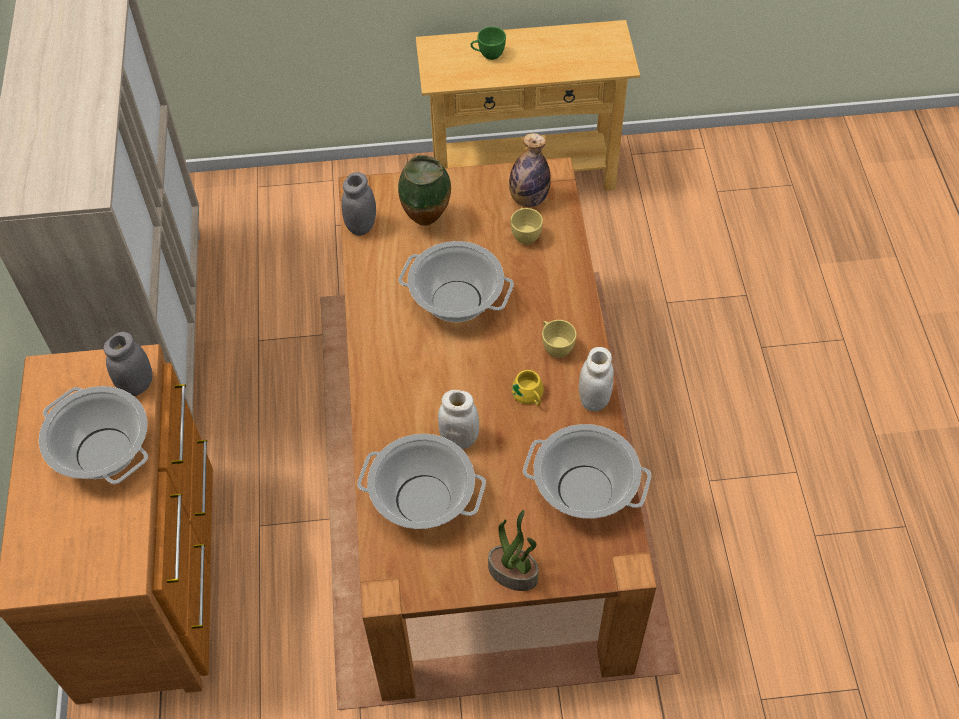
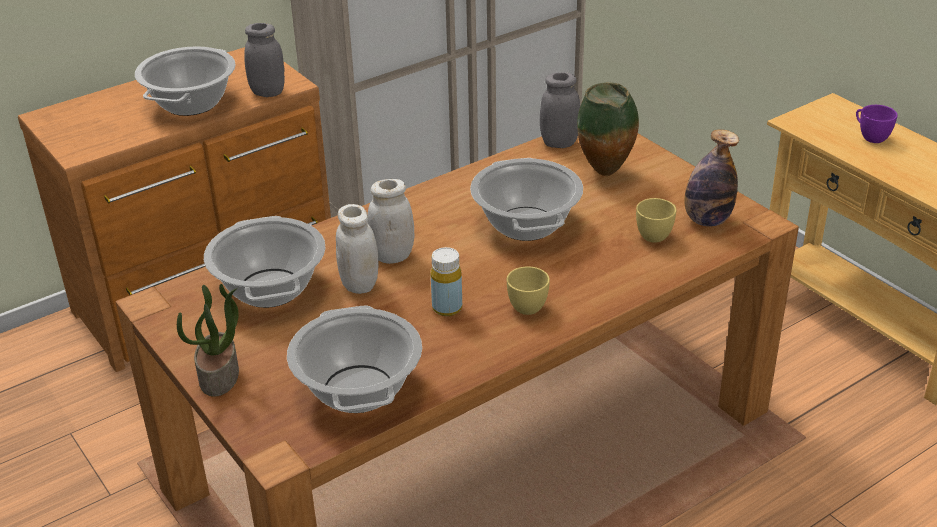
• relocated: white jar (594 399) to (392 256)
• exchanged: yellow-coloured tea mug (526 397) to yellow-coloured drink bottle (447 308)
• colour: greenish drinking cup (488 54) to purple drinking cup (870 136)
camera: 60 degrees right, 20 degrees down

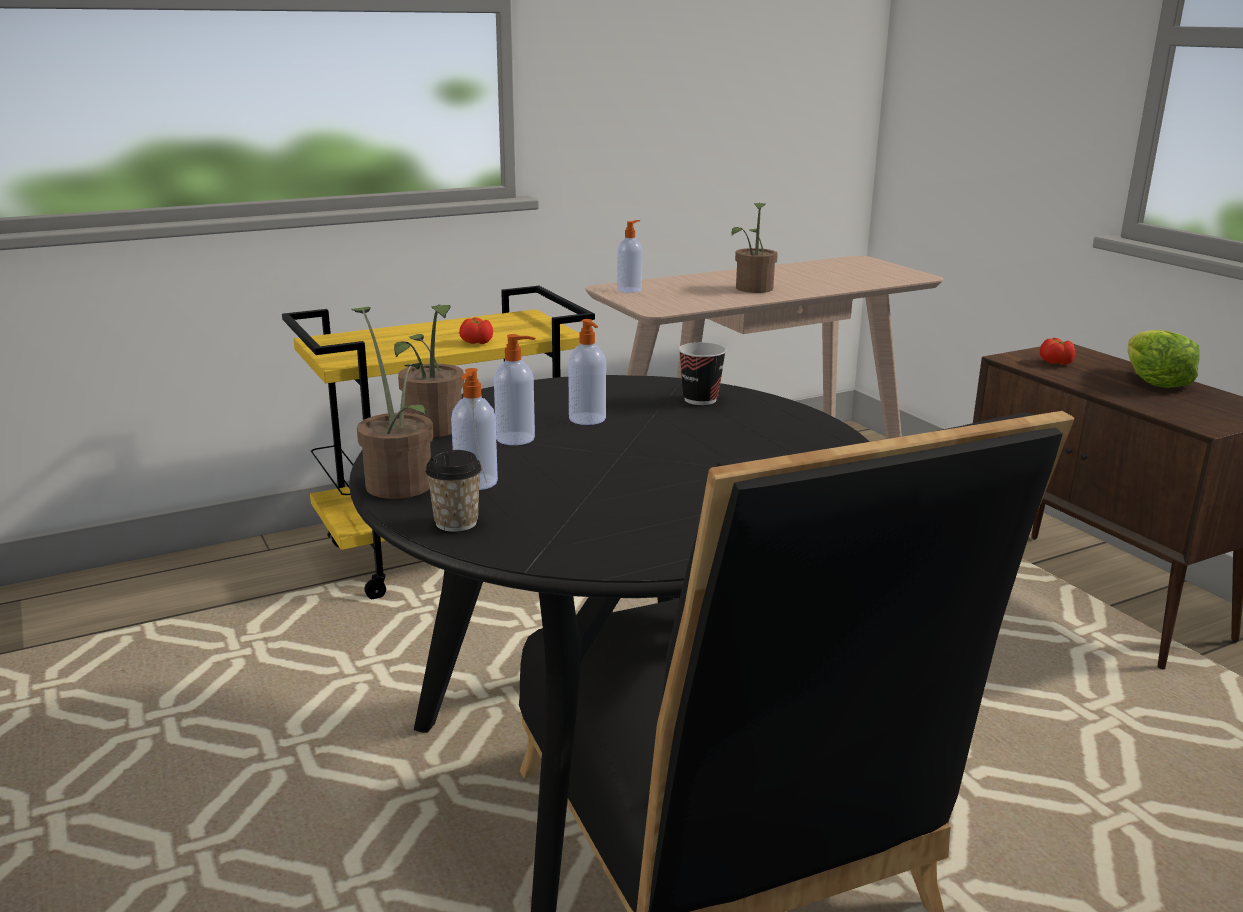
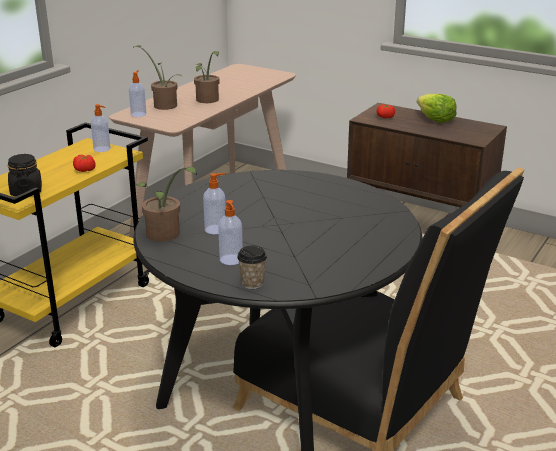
• missing: drinking cup (700 399)
• appeared: black jar (26 191)
• relocated: houseplant (398 481) to (163 105)
• relocated: liquid soap bottle (588 419) to (102 149)
camera: 30 degrees left, 5 degrees up

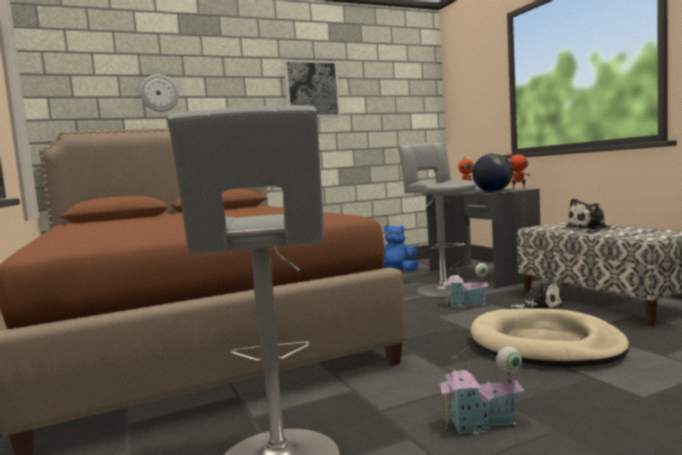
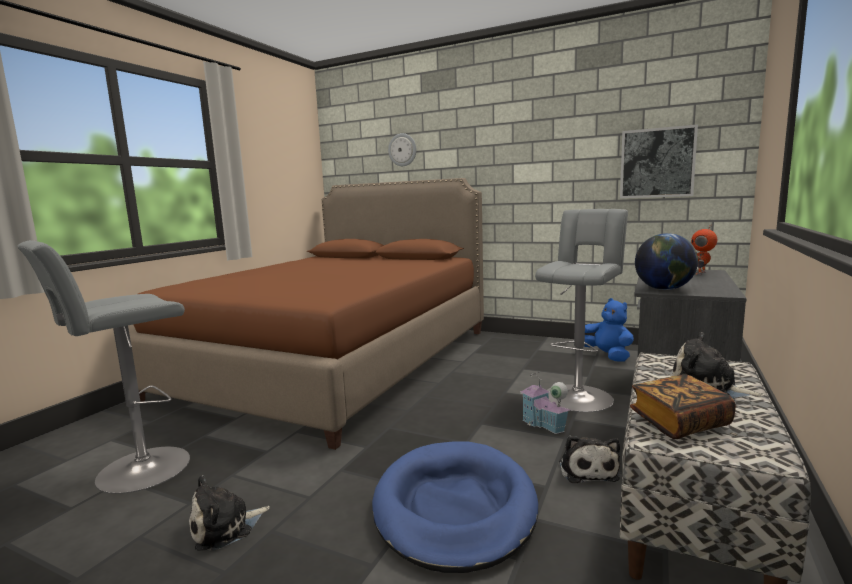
• missing: robot figure (519 189)
• appeared: book (679 423)
• relocated: wall art (312 89) to (657 163)
• exchanged: model house (482 423) to soft toy (225 527)
• colour: sand-coloured dog cushion (544 344) to blue-coloured dog cushion (454 508)
camera: 50 degrees right, 5 degrees up

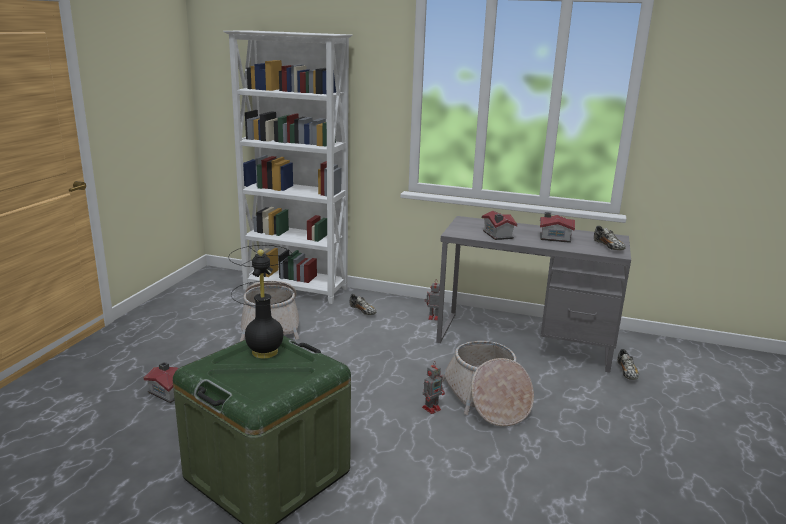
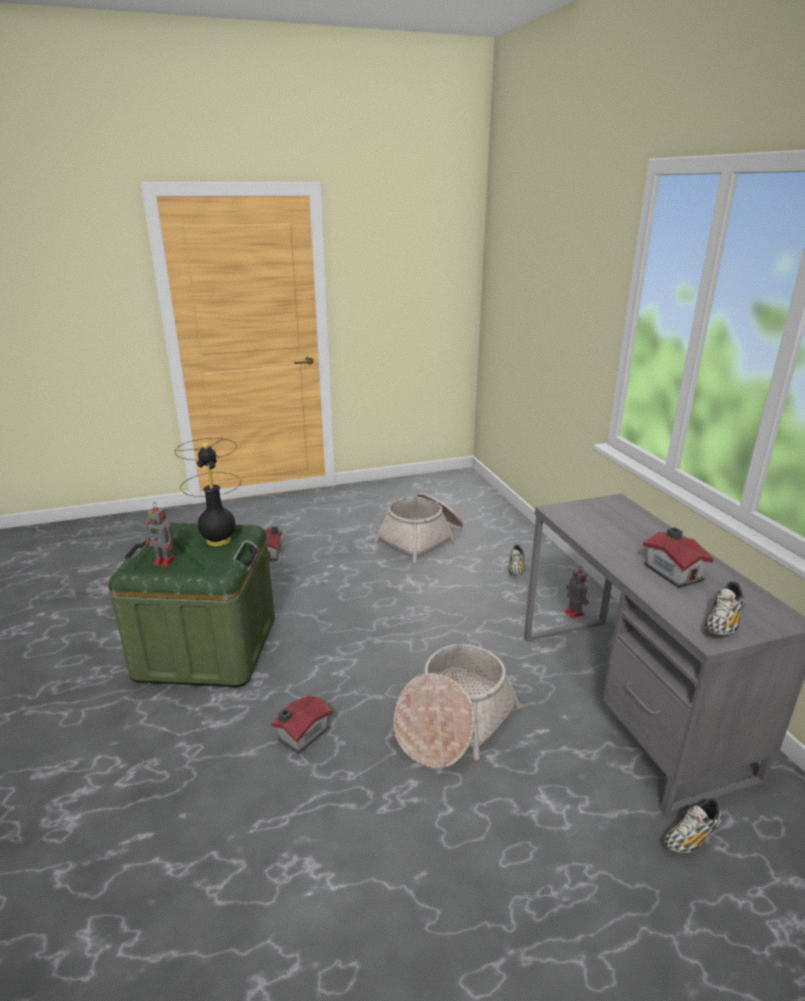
• missing: white bookcase (296 289)
• relocated: robot figure (432 408) to (166 561)
• relocated: model house (497 235) to (301 734)
camera: 55 degrees right, 5 degrees up

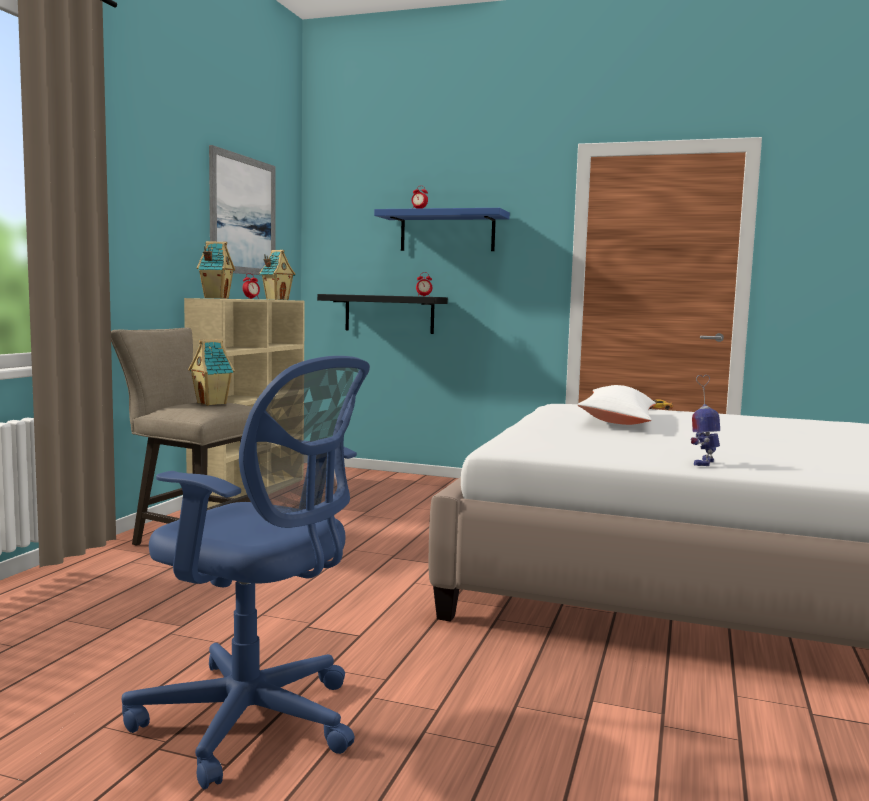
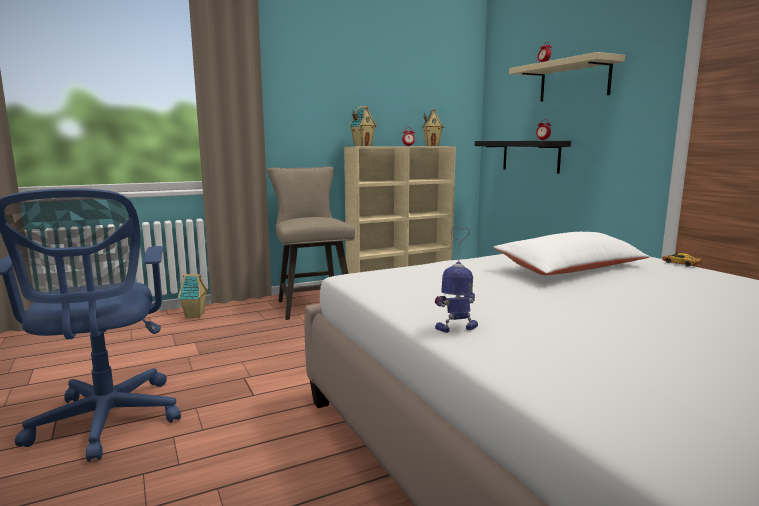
• missing: wall art (243 215)
• relocated: model house (212 403) to (195 316)
• colour: blue-coloured wall shelf (447 232) to sand-coloured wall shelf (574 81)
camera: 45 degrees right, 5 degrees up

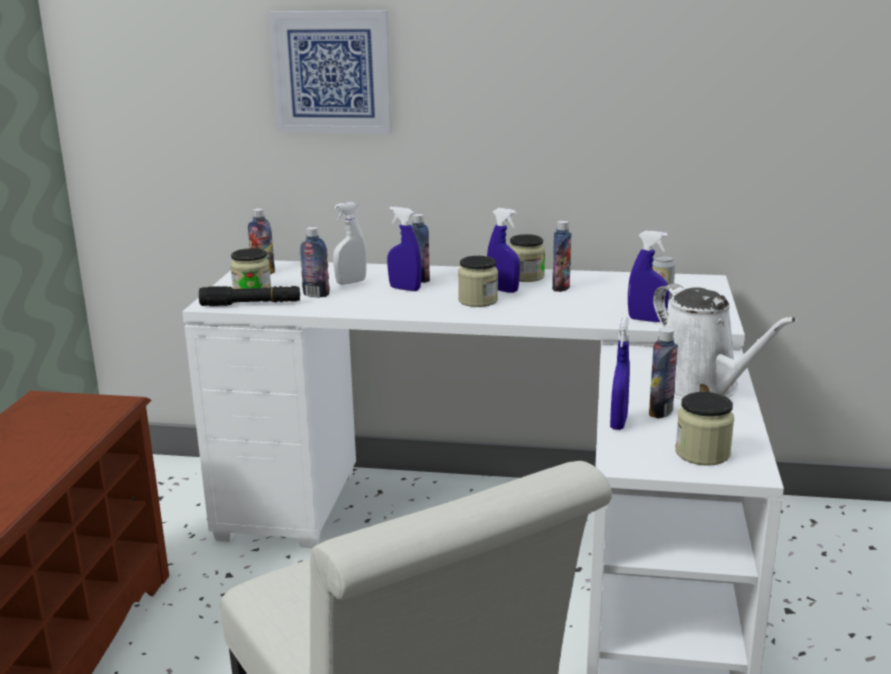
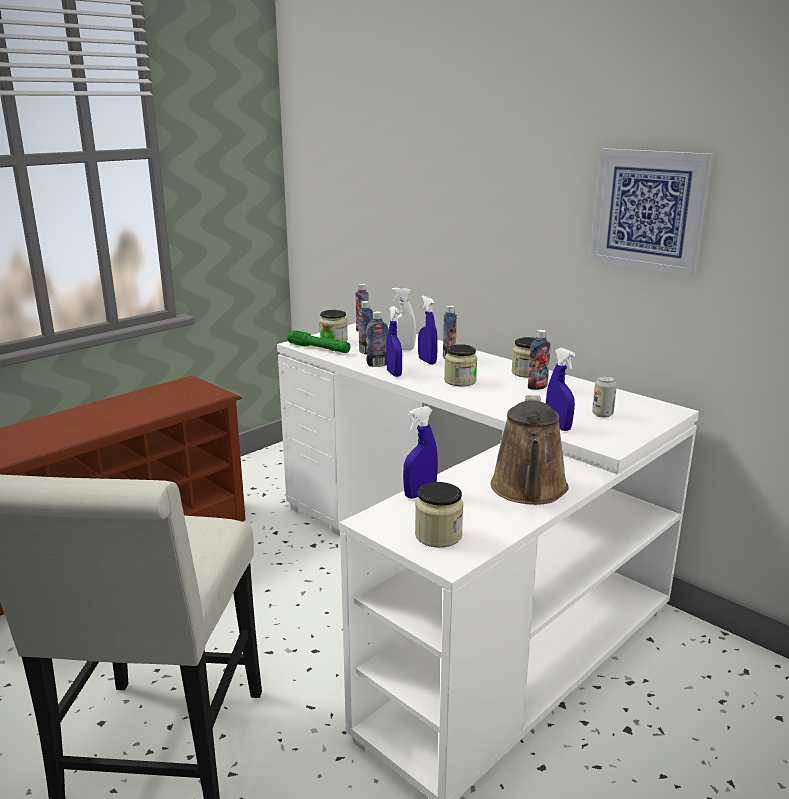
• relocated: wall art (332 72) to (649 210)
• relocated: blue-coloured hand sprayer (503 290) to (394 373)
• relocated: drink bottle (660 412) to (377 364)
• colour: black hand torch (251 304) to greenish hand torch (319 348)
• colour: white sprinkling can (701 387) to brownish sprinkling can (529 490)
camera: 35 degrees right, 0 degrees up

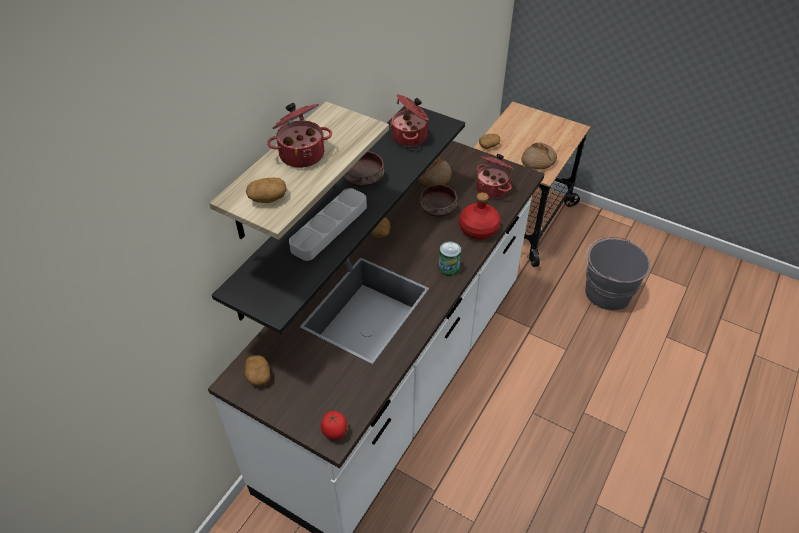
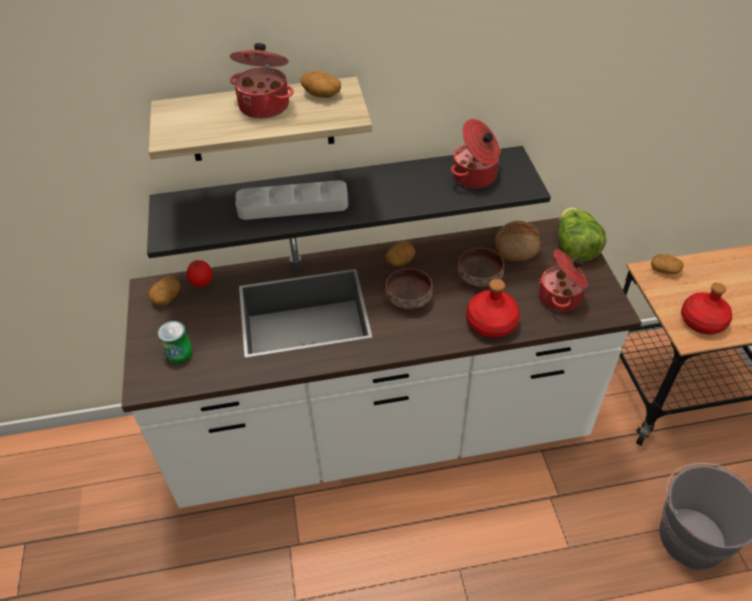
• appeared: lettuce (574 248)
• relocated: potato (267 198) to (321 94)
• relocated: fresh tomato (335 432) to (201 283)
• relocated: brownish serving bowl (364 179) to (408 300)
• relocated: metal can (448 268) to (179 353)
• exchanged: bread (538 161) to red drink bottle (702 321)
camera: 50 degrees right, 0 degrees up

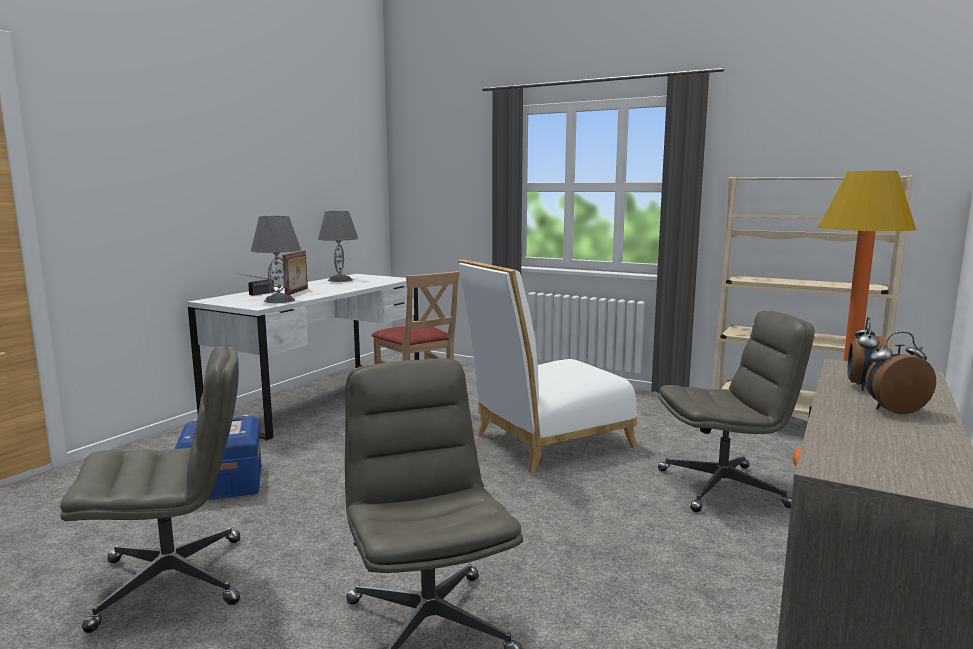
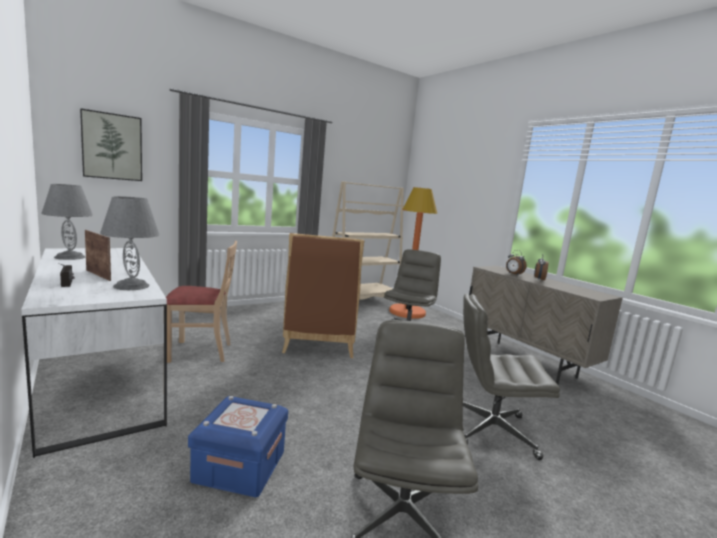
• appeared: wall art (112 146)
• colour: white upright chair (545 443) to brownish upright chair (319 342)
camera: 65 degrees left, 0 degrees up

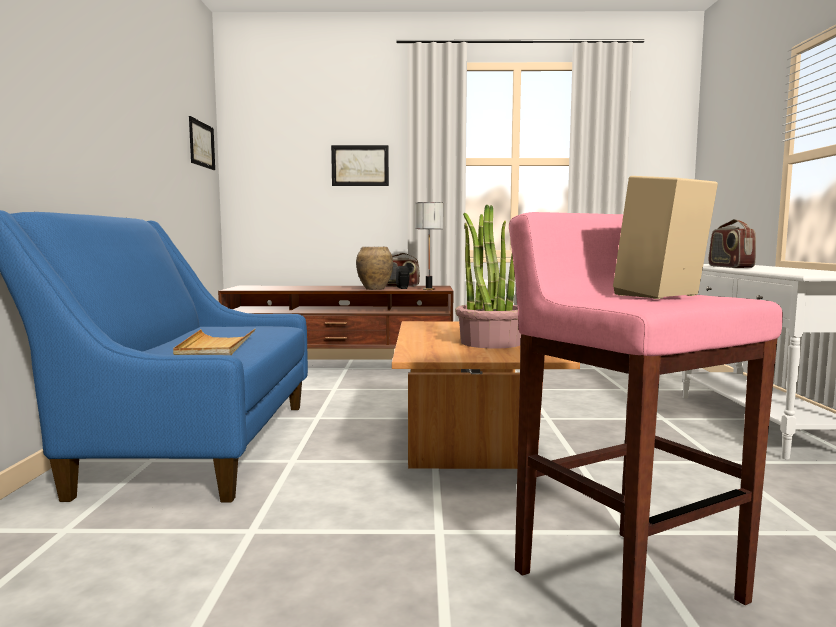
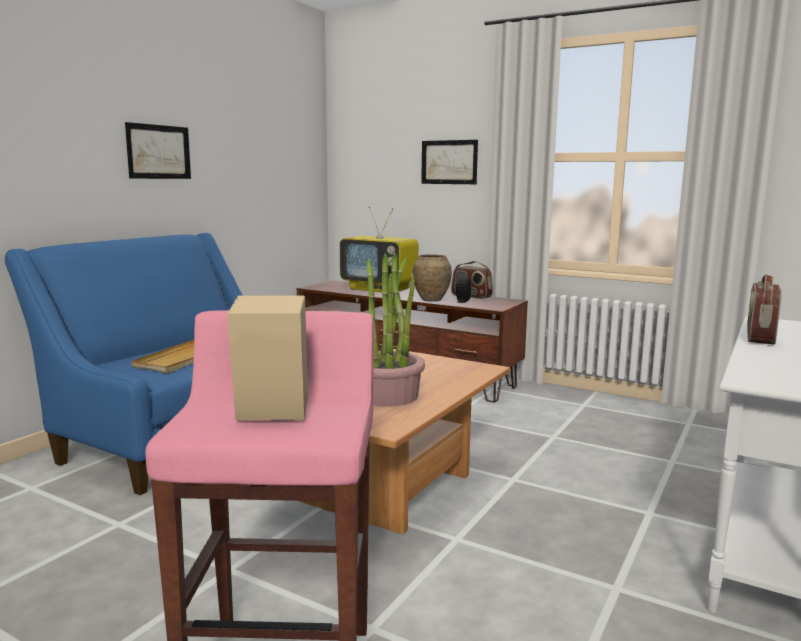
• missing: table lamp (429 289)
• appeared: television (380 289)
• relocated: wall art (201 144) to (159 152)
camera: 30 degrees right, 5 degrees up

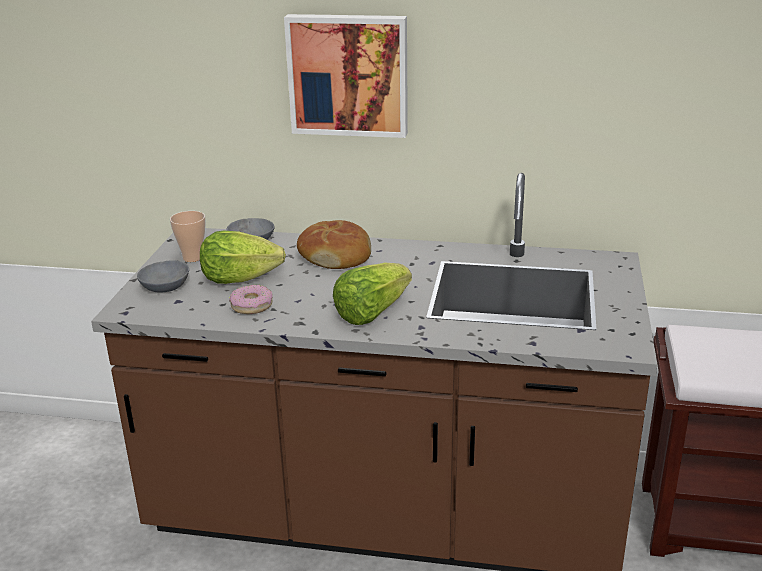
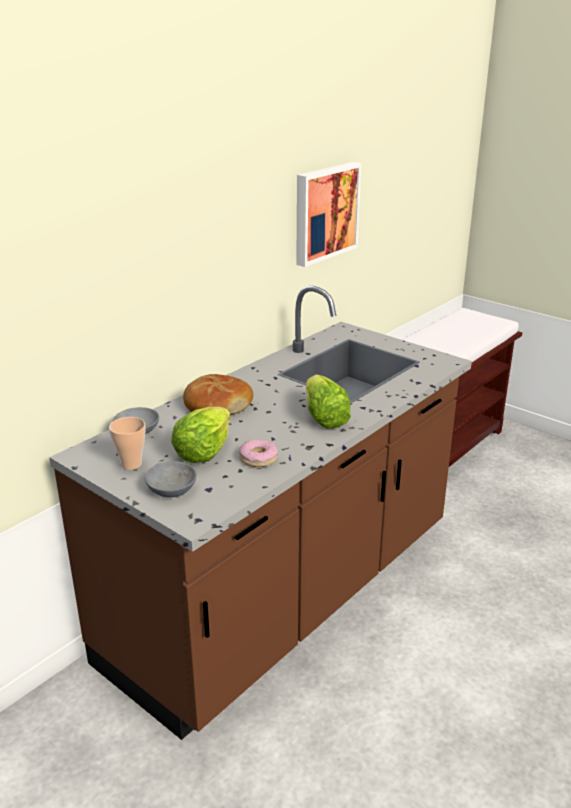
• relocated: wall art (348 74) to (324 212)
camera: 60 degrees left, 0 degrees up

